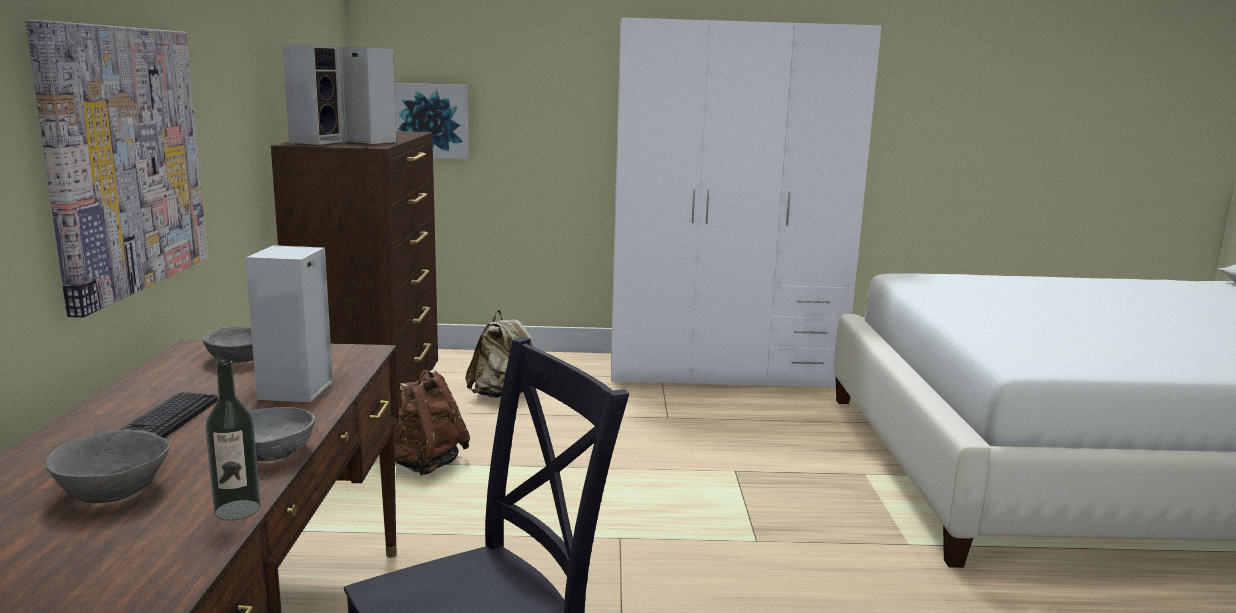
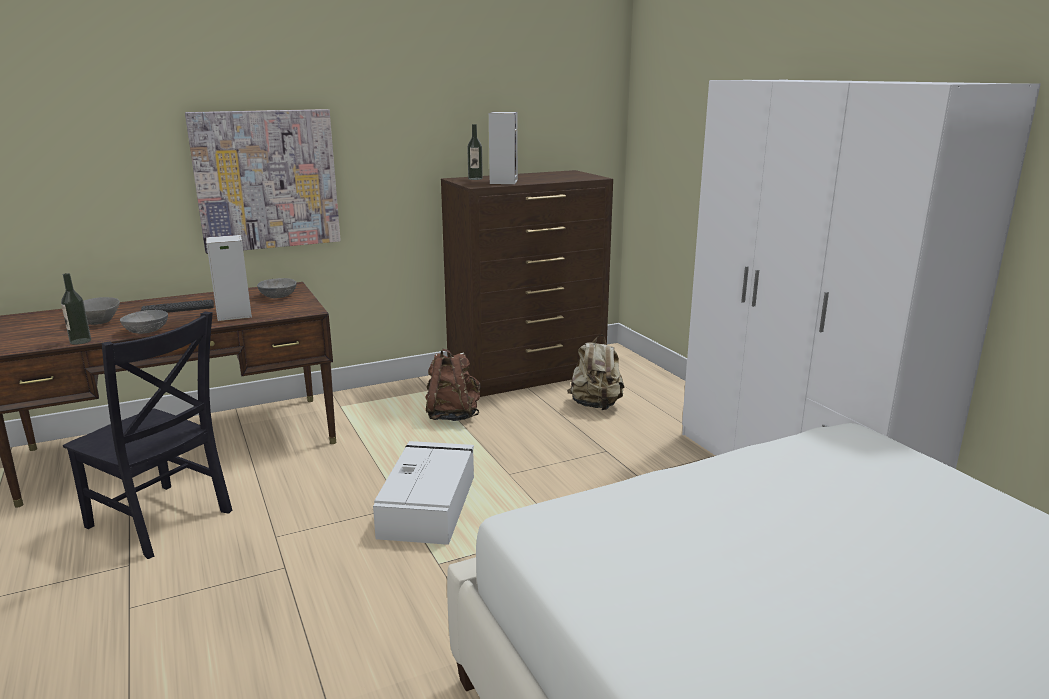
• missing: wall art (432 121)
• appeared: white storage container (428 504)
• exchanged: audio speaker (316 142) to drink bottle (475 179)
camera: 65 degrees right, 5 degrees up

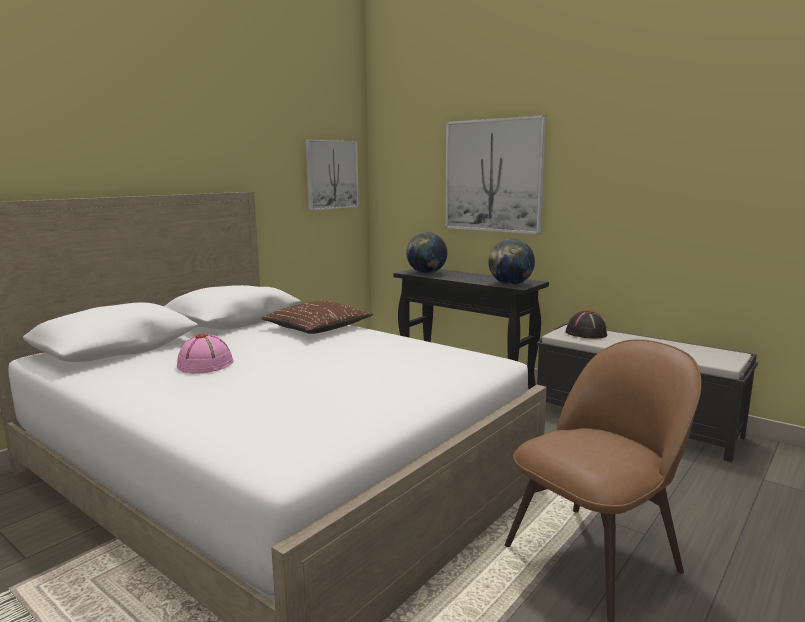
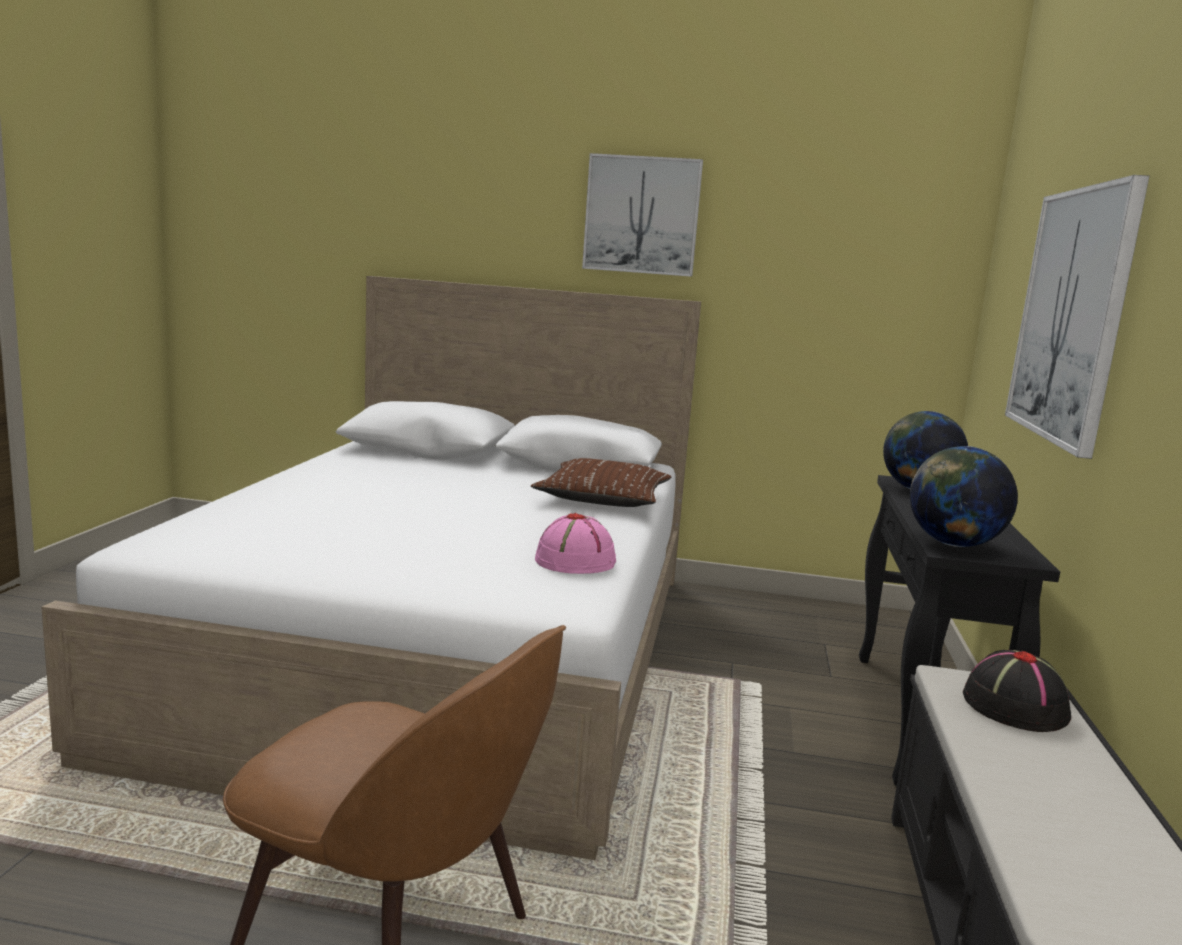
• relocated: pink clothing hat (206 364) to (576 561)
• relocated: wall art (331 175) to (642 215)
camera: 60 degrees right, 0 degrees up

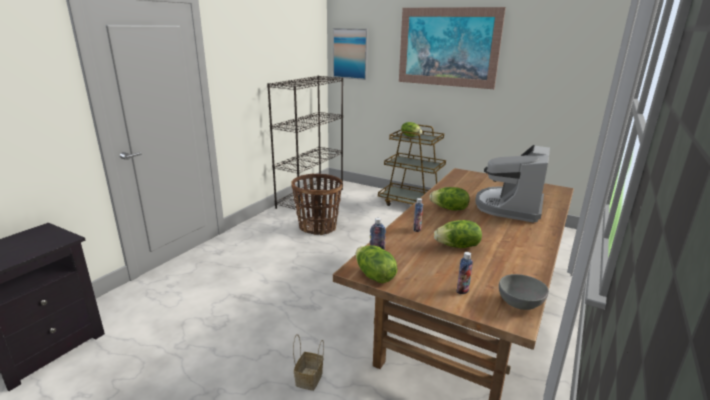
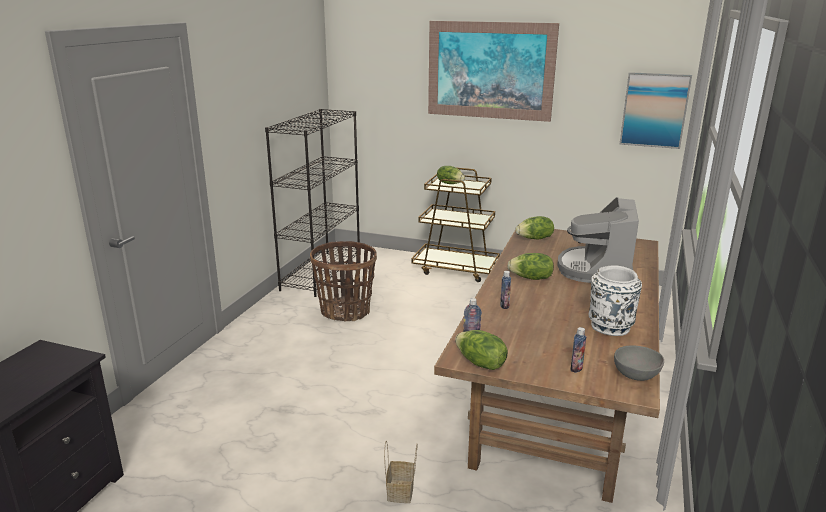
• appeared: white flower vase (610 327)
• relocated: wall art (350 53) to (654 110)
• relocated: lettuce (458 246) to (535 238)
camera: 10 degrees left, 0 degrees up

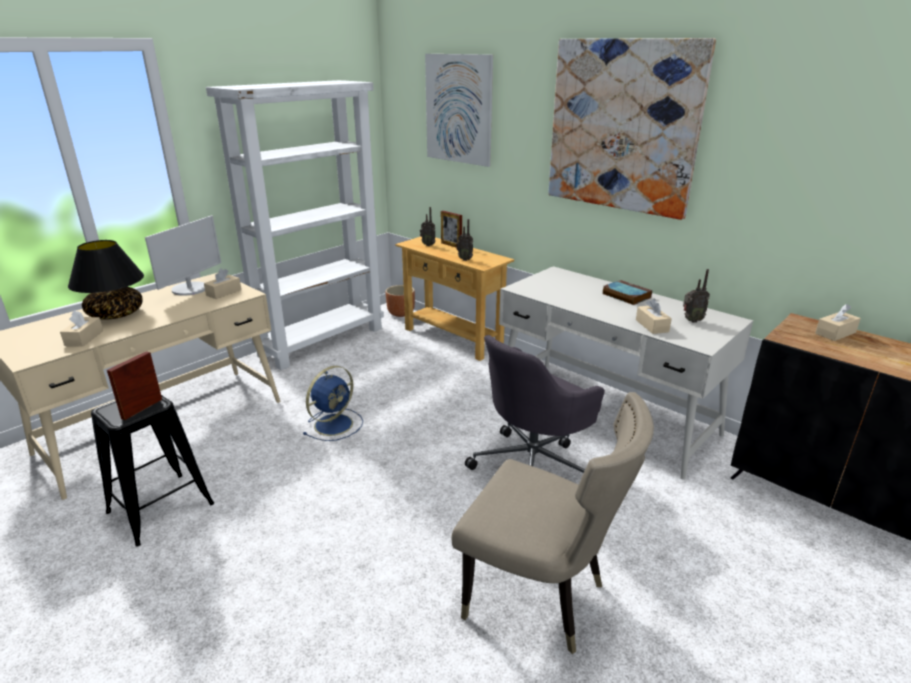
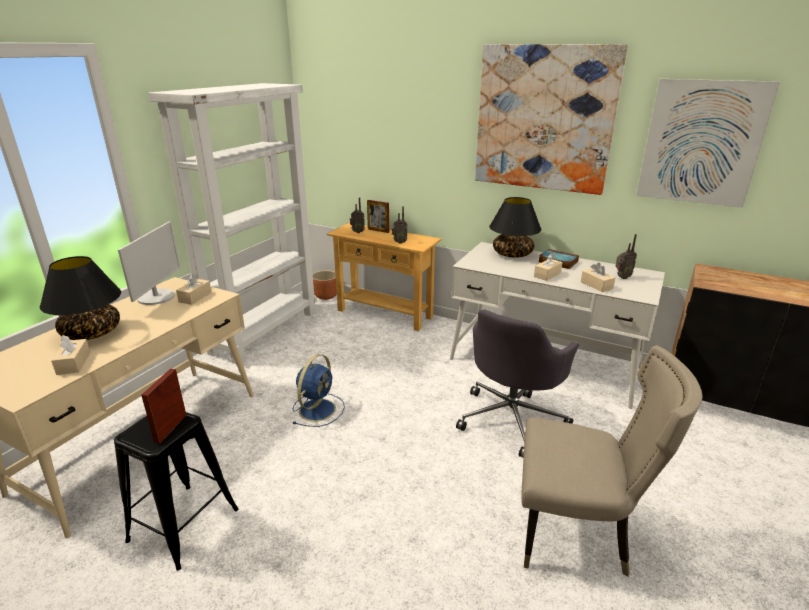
• appeared: black table lamp (512 254)
• relocated: wall art (458 109) to (701 143)
• relocated: sand-coloured tissue box (835 333) to (547 275)
camera: 15 degrees left, 0 degrees up

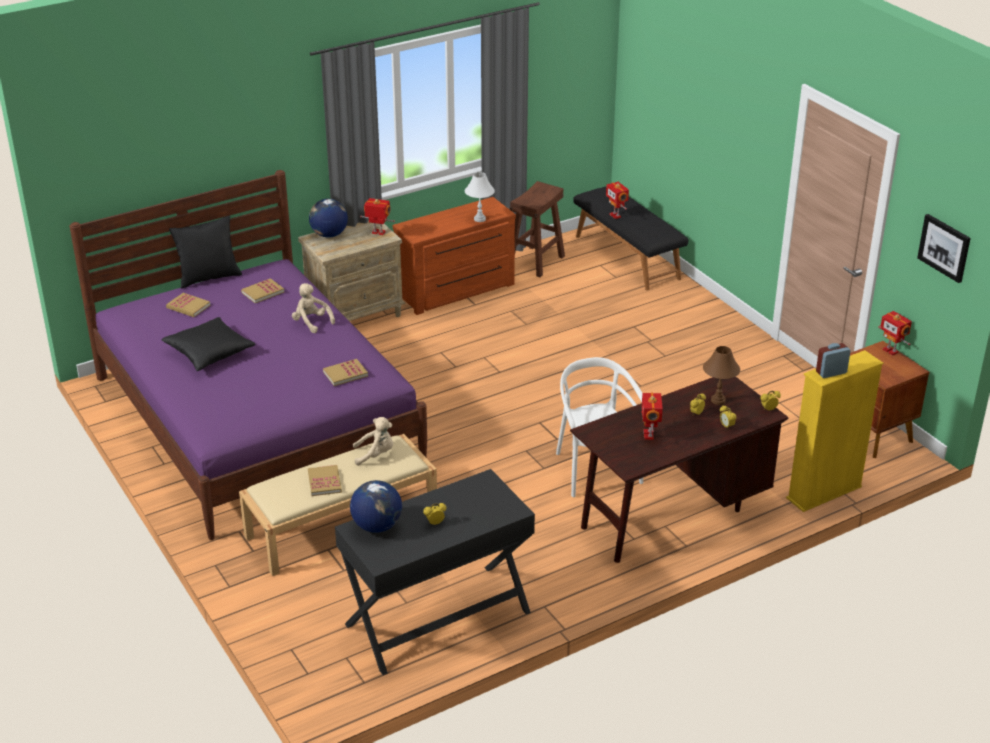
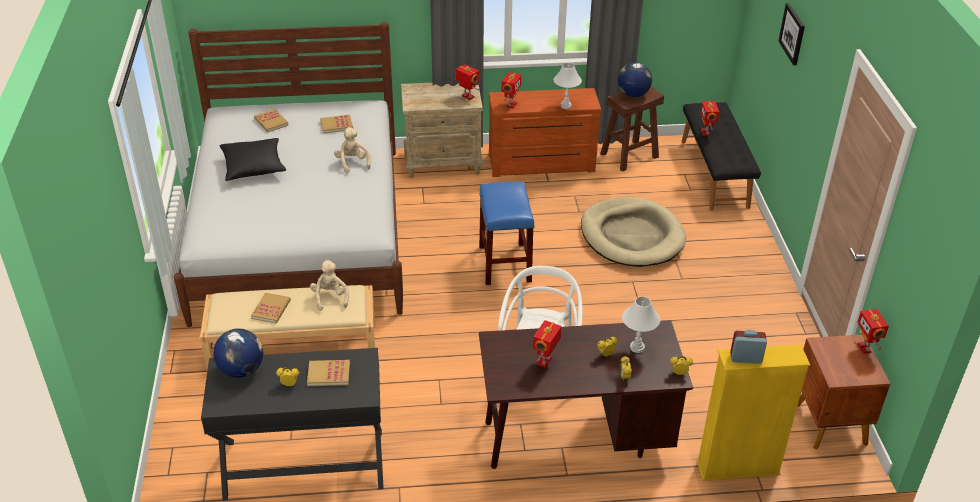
• missing: black pillow (209 277)
• appeared: blue-coloured sitting stool (504 263)
• appeared: robot figure (511 105)
• appeared: sand-coloured dog cushion (631 236)
• relocated: globe (329 235) to (633 94)
• relocated: book (345 374) to (328 374)
• relocated: wall art (944 247) to (793 33)
• colour: purple bedroom bed (256 418) to white bedroom bed (300 231)
• colour: brownish table lamp (718 400) to white table lamp (637 347)
• spun: sand-coloured soft toy (375 454) = (330 298) 120 degrees counterclockwise
camera: 25 degrees right, 5 degrees up

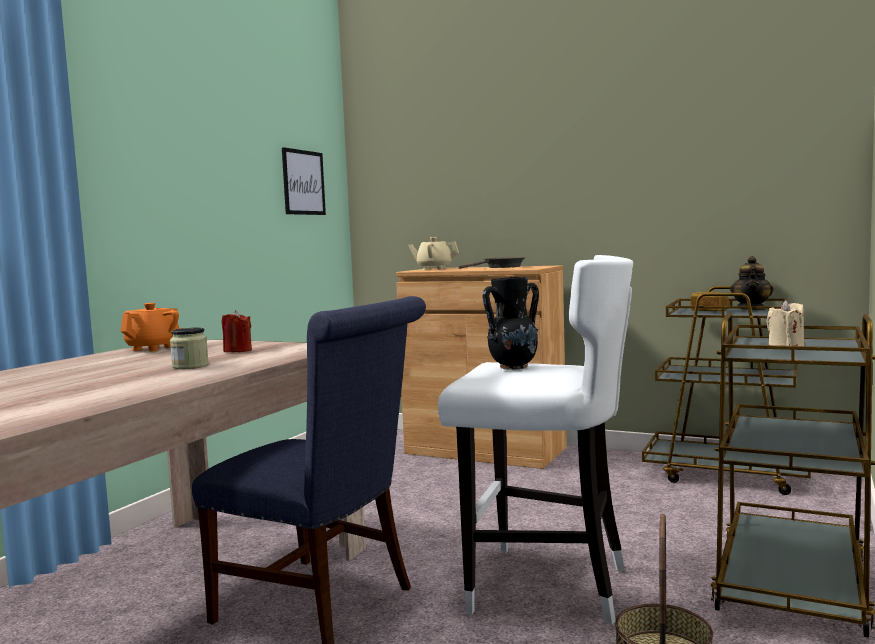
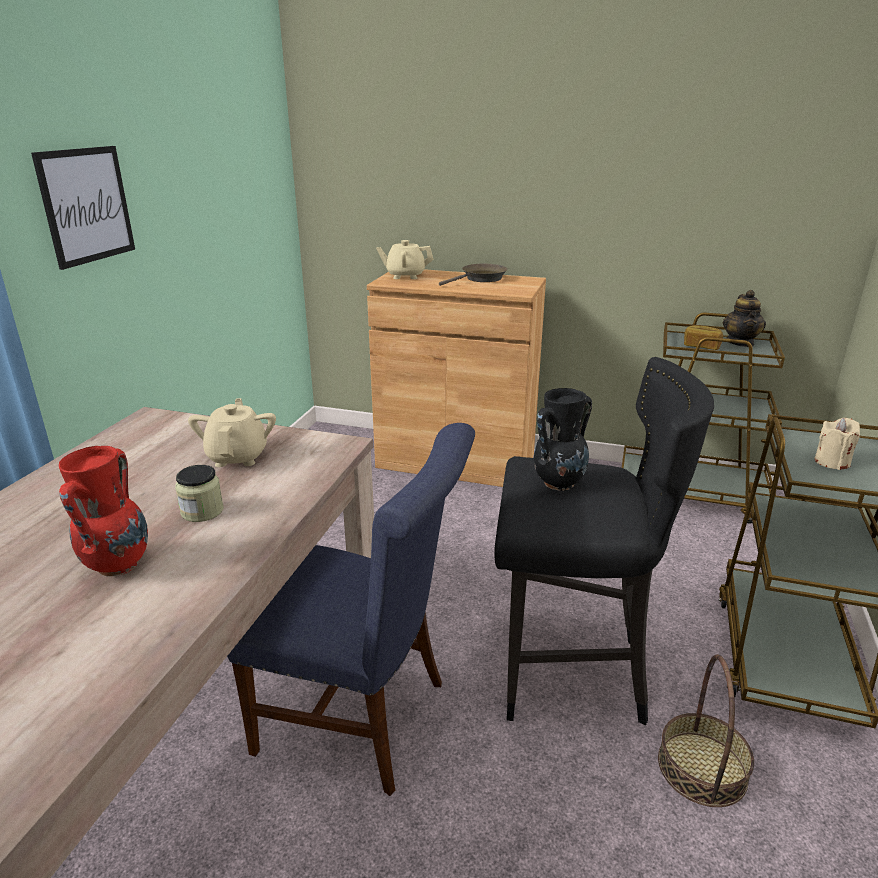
• missing: orange-coloured tea pot (154 348)
• appeared: red flower vase (116 566)
• relocated: wall art (303 182) to (86 205)
• exchanged: red wax candle (237 350) to sand-coloured tea pot (238 457)
• colour: white sitting stool (545 587) to black sitting stool (569 673)
camera: 10 degrees left, 20 degrees up

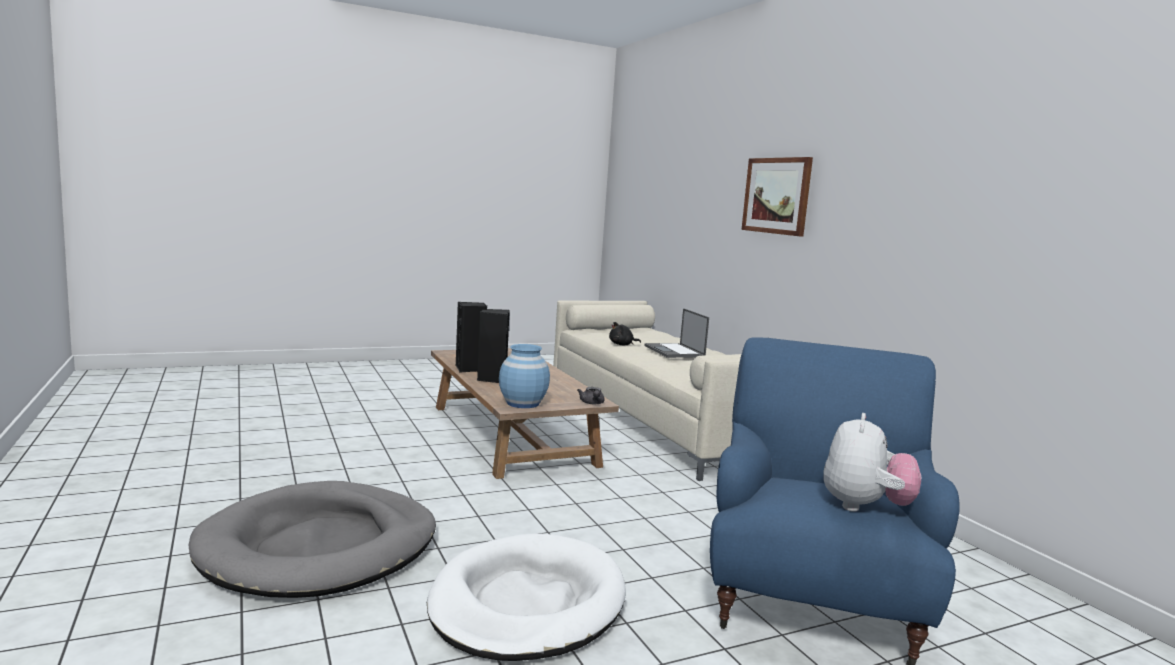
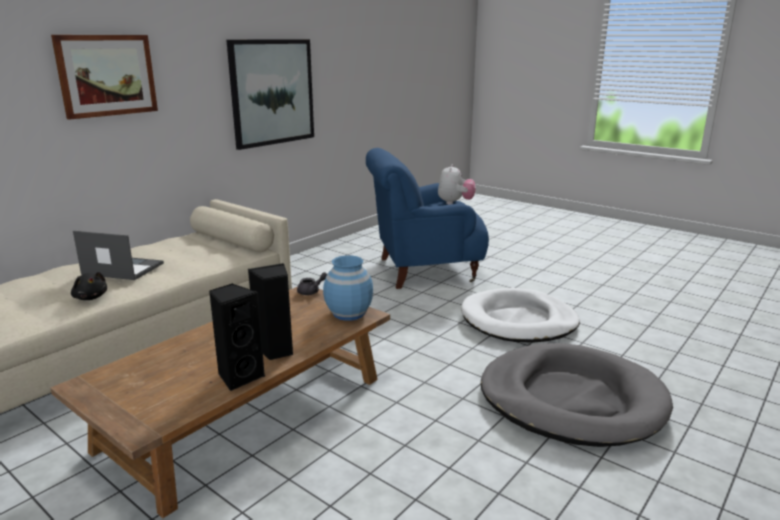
• appeared: wall art (272 92)
• spun: portable computer (675 351) = (122 269) 120 degrees counterclockwise
• spun: soft toy (864 507) = (455 203) 105 degrees clockwise
camera: 115 degrees left, 10 degrees up

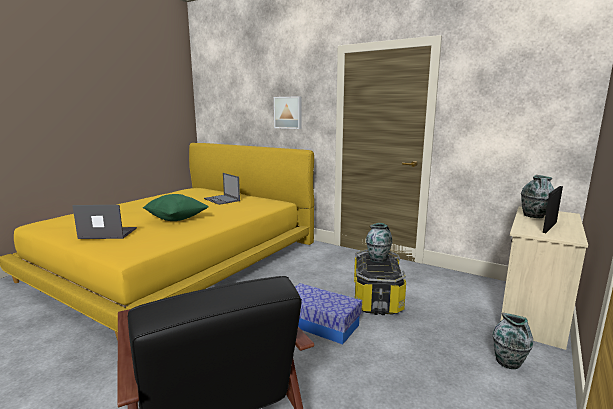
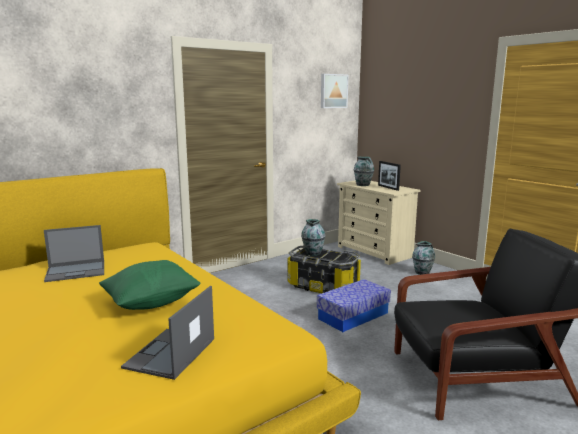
• relocated: wall art (288 112) to (333 91)
camera: 70 degrees left, 0 degrees up

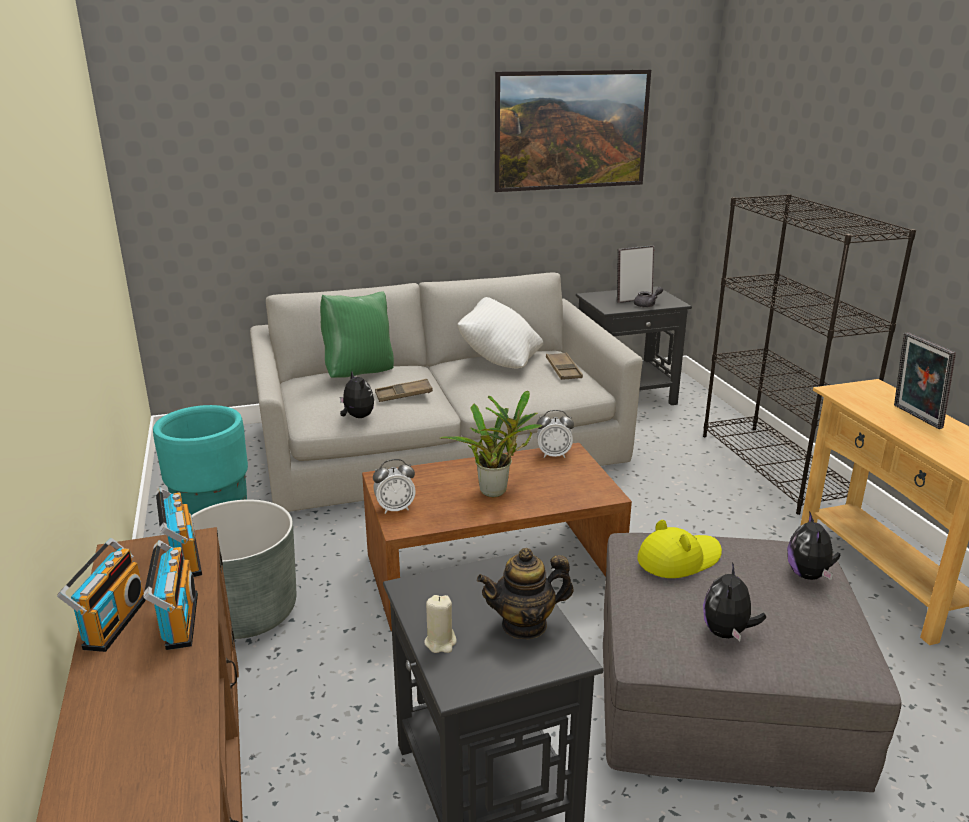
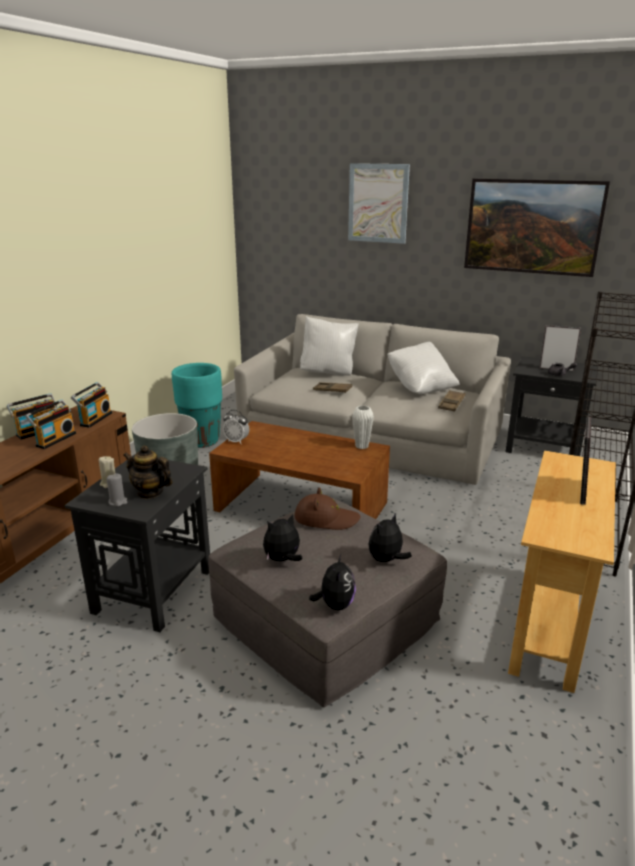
• missing: houseplant (497 491)
• appeared: gray wax candle (118 501)
• appeared: wall art (378 203)
• relocated: soft toy (357 417) to (335 605)
• exchanged: alarm clock (554 455) to white flower vase (362 446)
• colour: greenish pillow (359 373) to white pillow (328 373)
• colour: yellow-coloured clothing hat (678 559) to brownish clothing hat (326 518)
camera: 40 degrees right, 0 degrees up

